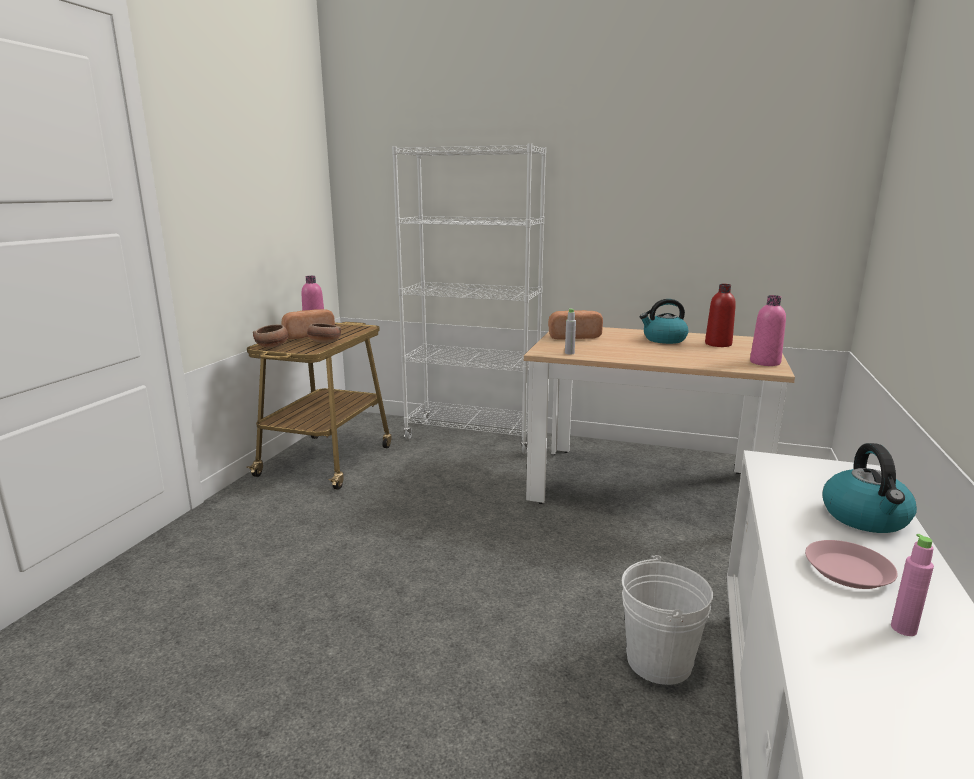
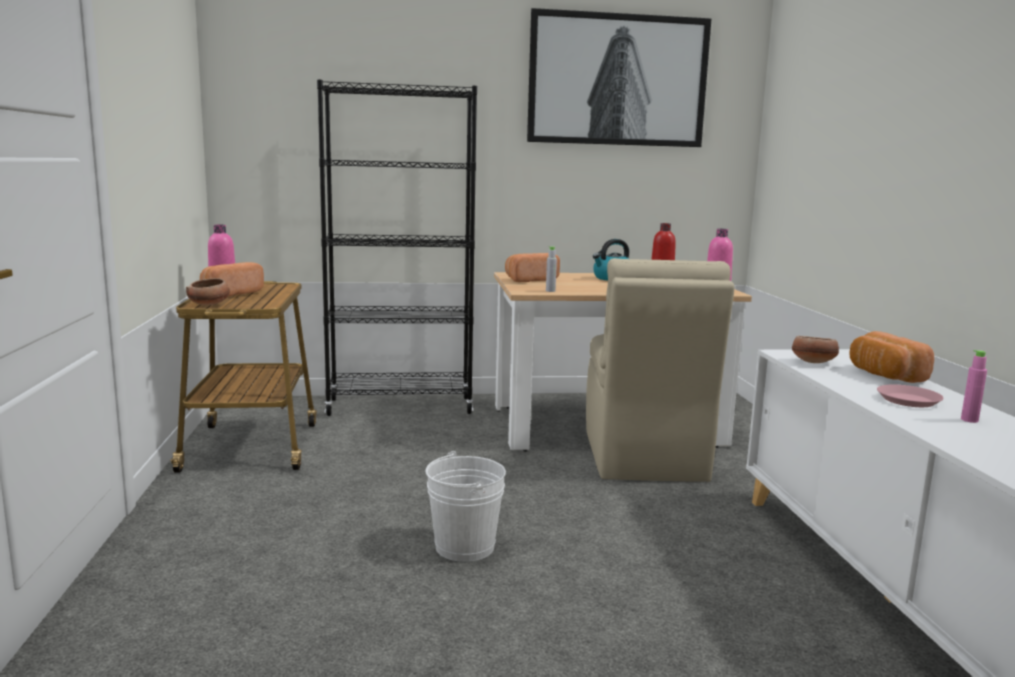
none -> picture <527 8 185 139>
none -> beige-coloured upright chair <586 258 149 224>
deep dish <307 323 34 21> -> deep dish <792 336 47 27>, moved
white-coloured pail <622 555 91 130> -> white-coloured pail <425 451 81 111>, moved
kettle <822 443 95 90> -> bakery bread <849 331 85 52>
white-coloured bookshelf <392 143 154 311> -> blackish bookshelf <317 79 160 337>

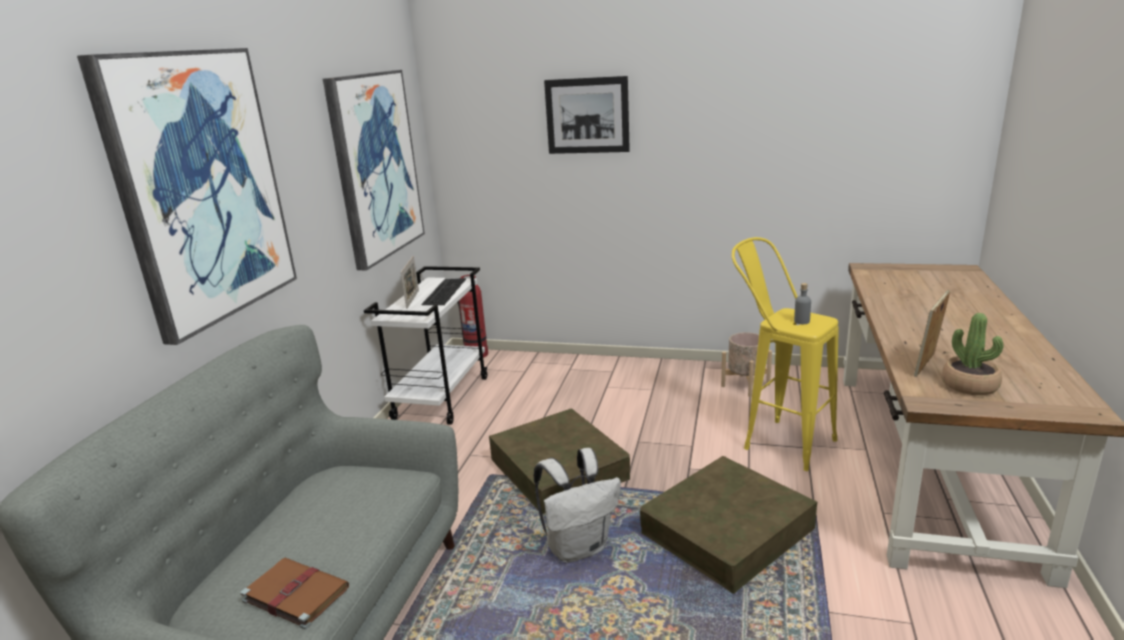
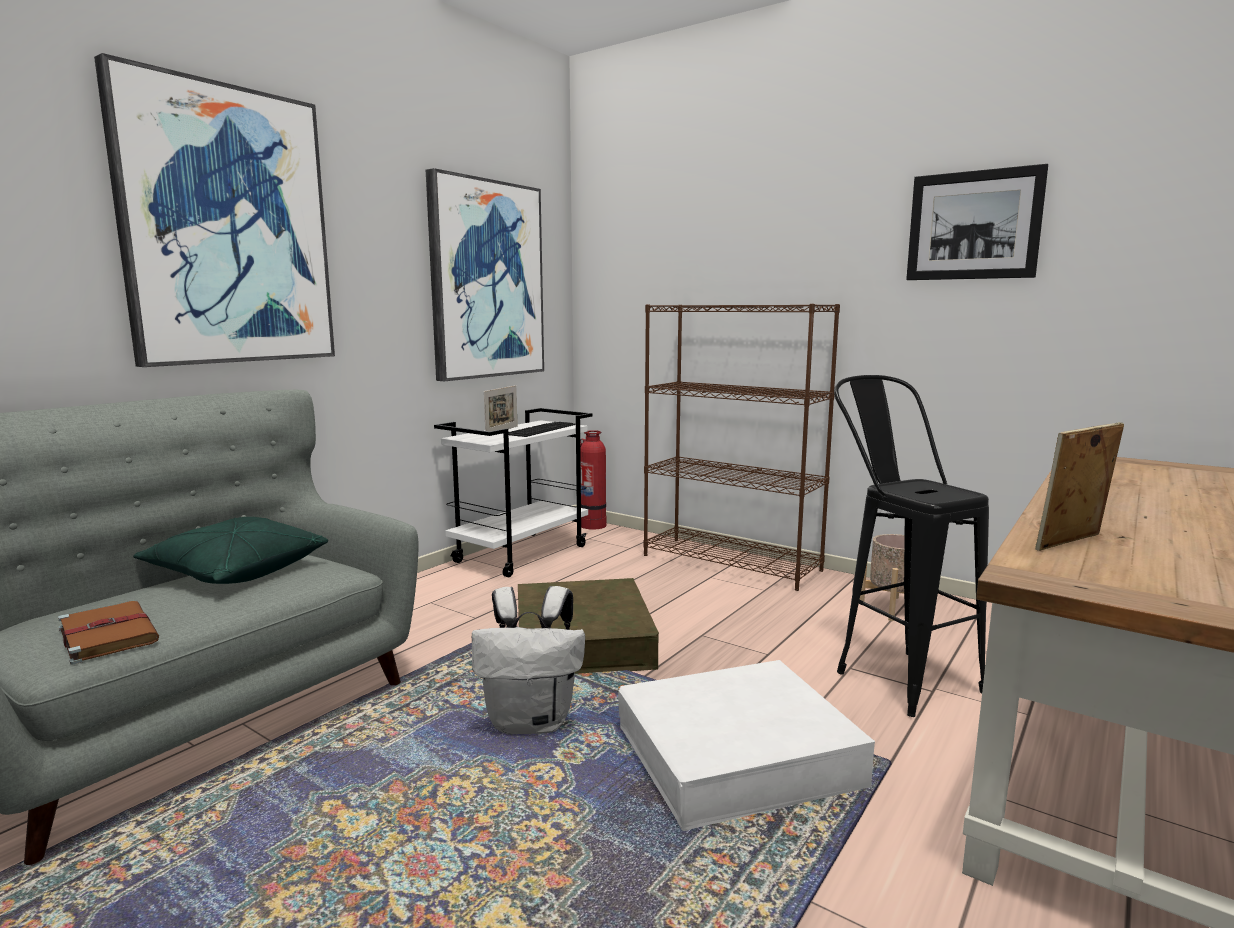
greyish bottle <794 283 17 41> -> none
houseplant <942 313 62 82> -> none
none -> green-coloured throw pillow <133 517 195 67>
none -> brown bookshelf <643 304 197 287>
picture <544 76 86 78> -> picture <906 164 142 116>, moved
brown storage bin <640 456 177 138> -> white-coloured storage bin <618 660 257 171>
yellow stool seat <732 237 107 234> -> blackish stool seat <834 375 155 342>

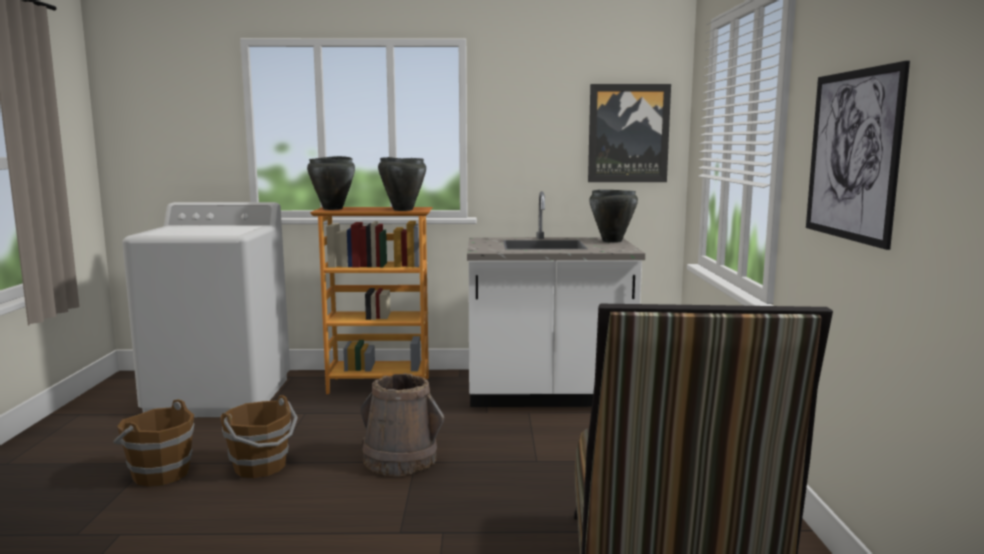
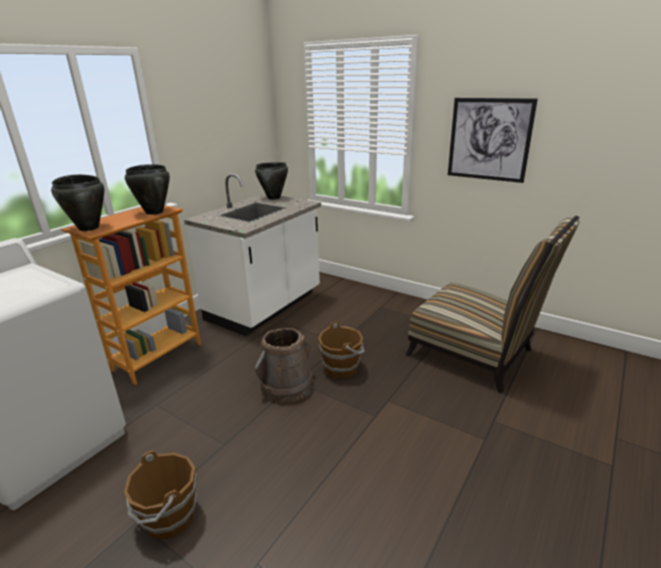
picture <588 84 83 98> -> none
brown pail <221 395 77 83> -> brown pail <318 322 47 56>, moved

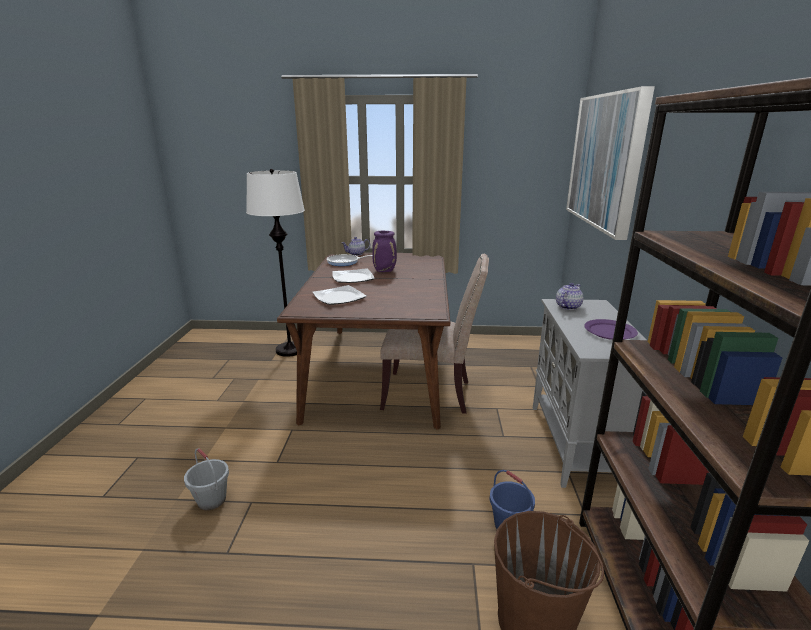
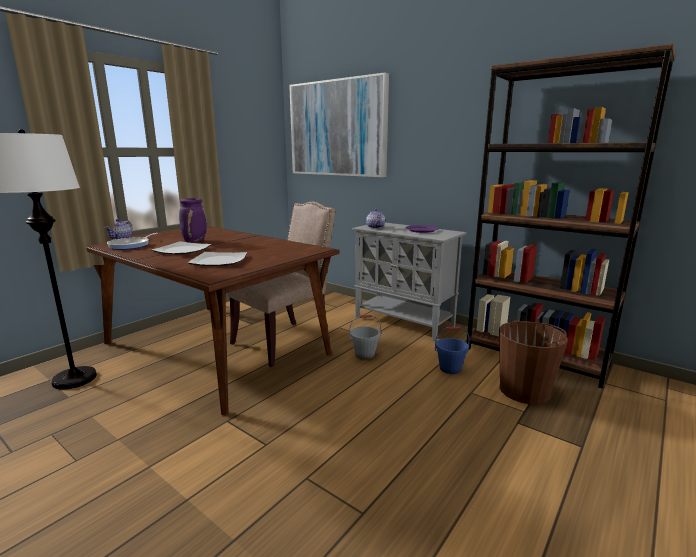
greyish pail <184 448 45 62> -> greyish pail <349 315 32 45>, moved

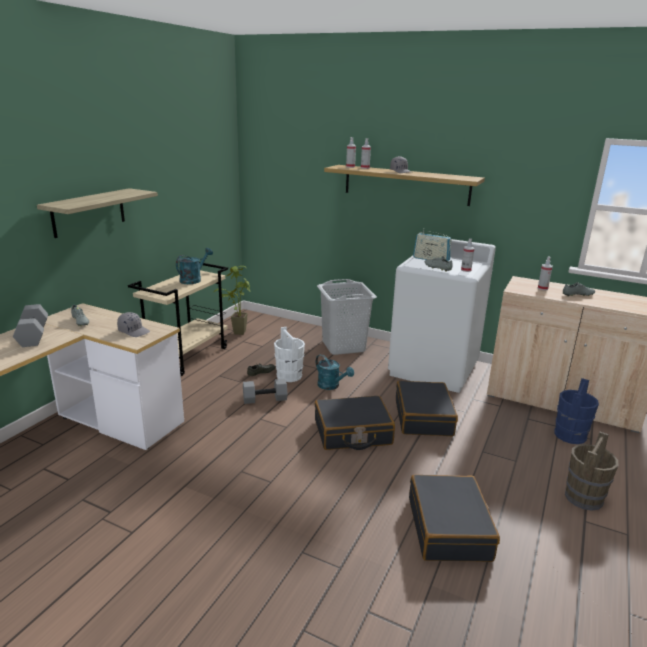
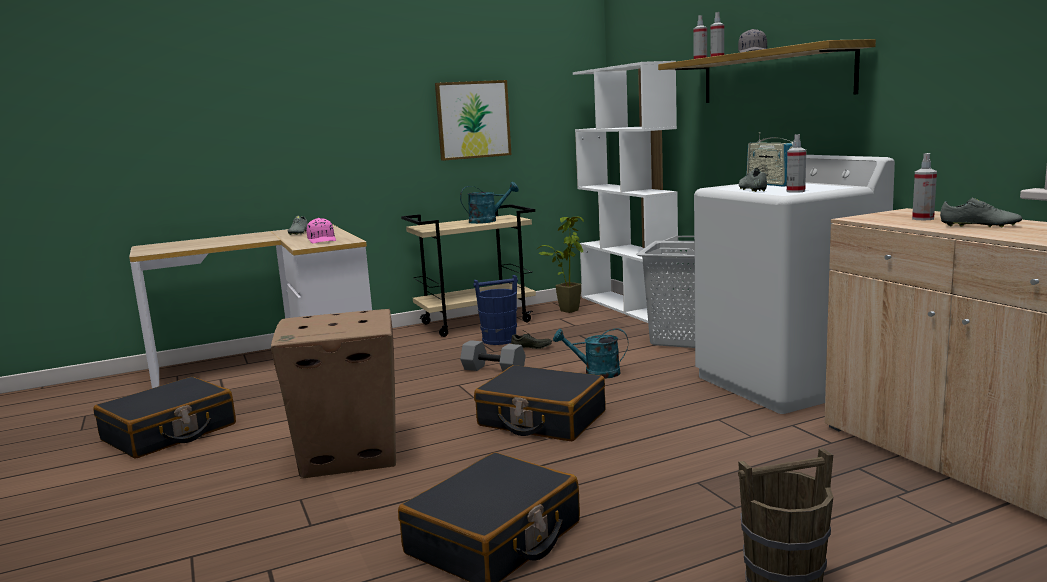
greyish free weight <13 304 35 43> -> none
wall shelf <37 188 121 50> -> none
white-coloured pail <274 327 31 55> -> none
none -> carton <271 309 125 170>
none -> picture <435 80 77 81>
none -> white-coloured bookshelf <573 61 105 262>
blackish piece of luggage <396 381 62 55> -> blackish piece of luggage <93 377 143 82>, moved
bluish pail <554 378 45 66> -> bluish pail <473 275 45 70>, moved
greyish baseball cap <117 312 33 25> -> pink baseball cap <306 218 30 26>
turquoise watering can <316 354 38 36> -> turquoise watering can <553 328 75 51>, 105 degrees clockwise

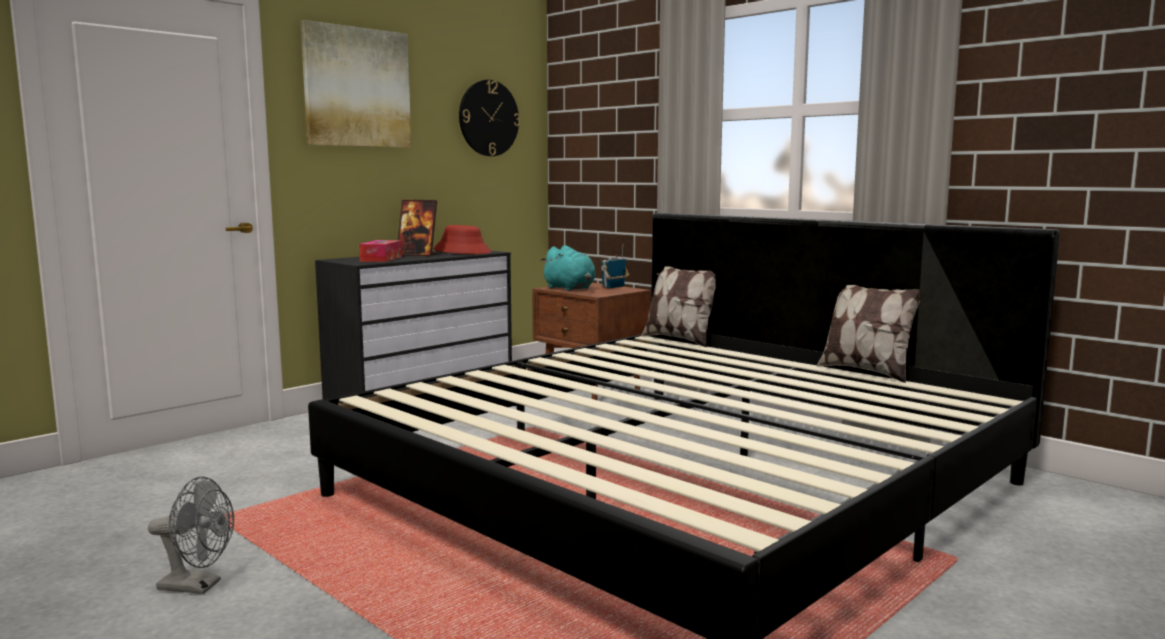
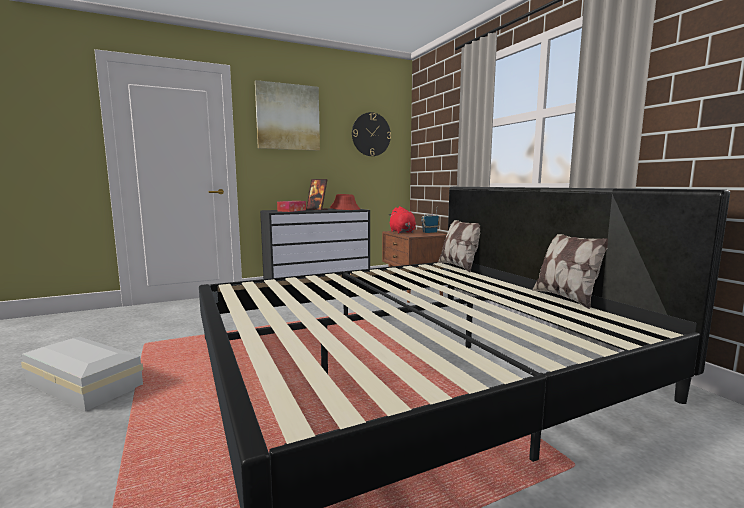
greyish cooling fan <148 476 86 118> -> white-coloured storage bin <21 337 122 74>
turquoise cuddly toy <541 245 55 46> -> red cuddly toy <389 206 27 27>

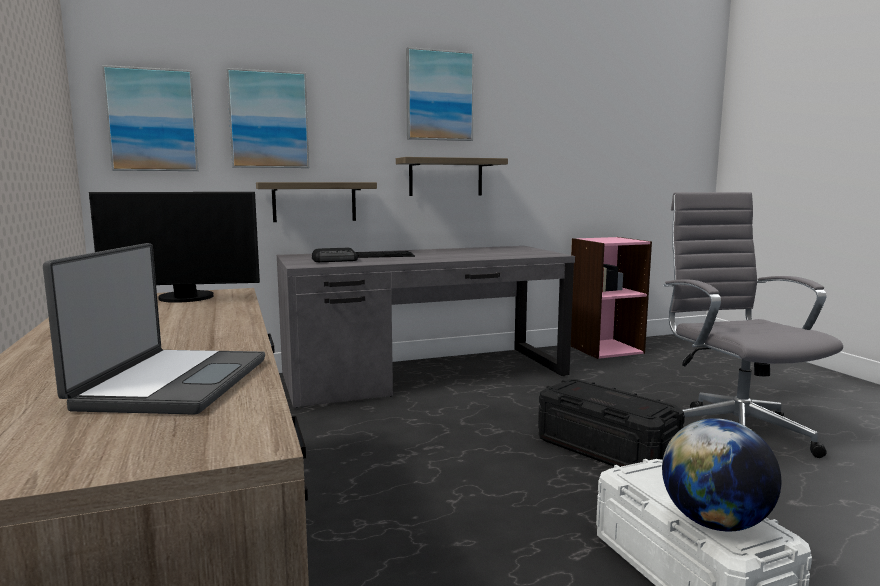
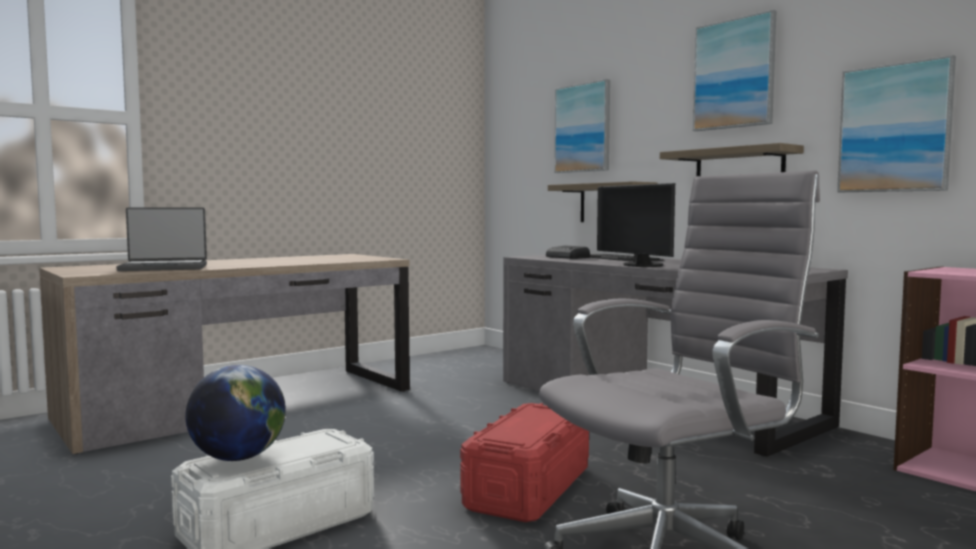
computer screen <89 192 171 111> -> computer screen <597 183 78 84>, moved
picture <102 65 97 106> -> picture <837 55 119 137>, moved
blackish storage bin <538 379 147 88> -> red storage bin <460 403 129 119>

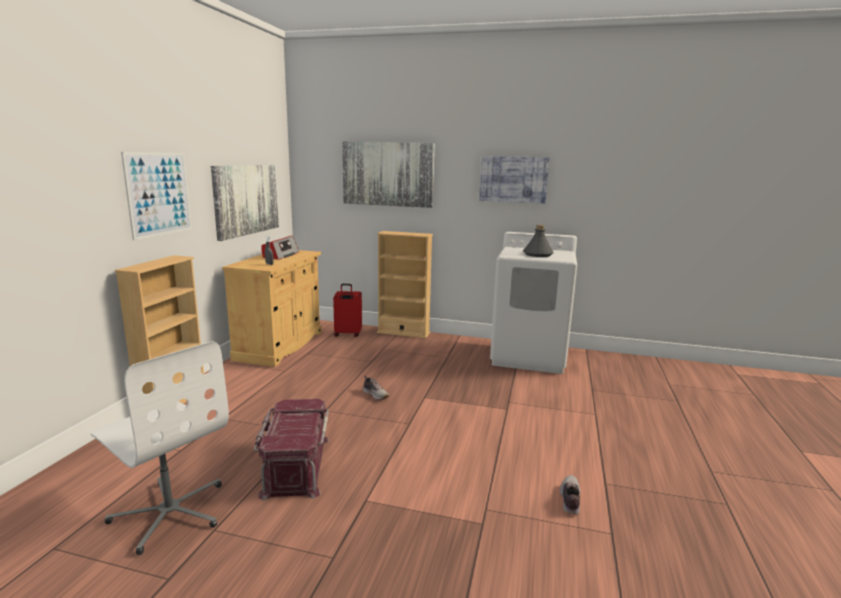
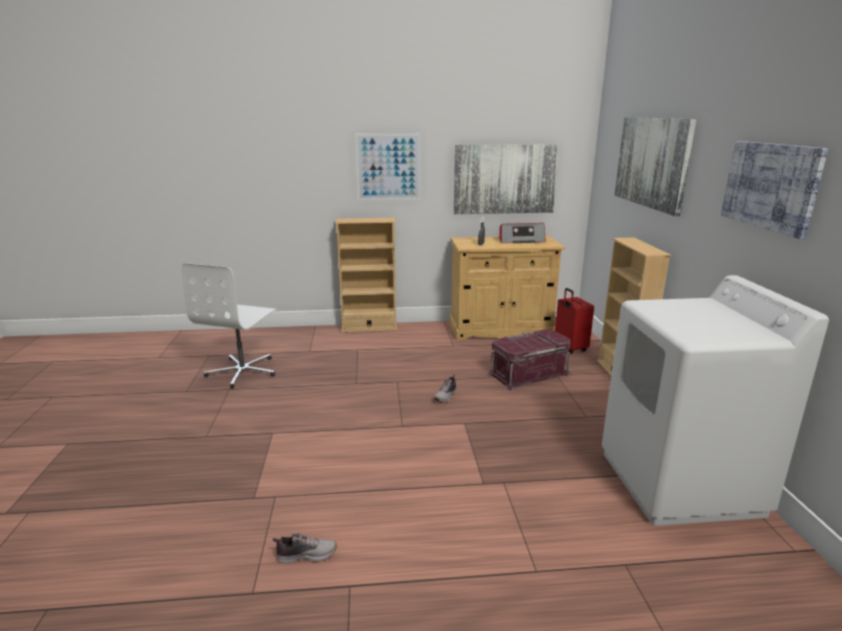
greyish bottle <523 225 31 32> -> none
red storage bin <254 399 75 102> -> red storage bin <487 329 84 62>, moved

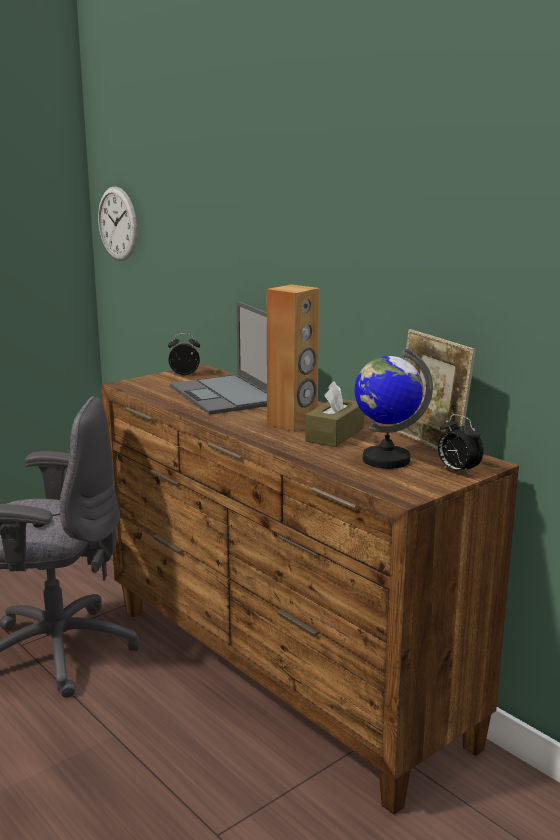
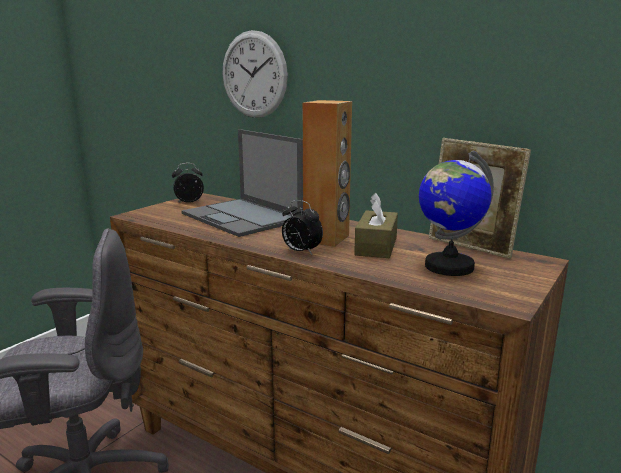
clock on the wall <98 186 39 75> -> clock on the wall <222 30 66 88>, moved
table clock <438 414 46 61> -> table clock <282 200 41 55>, moved

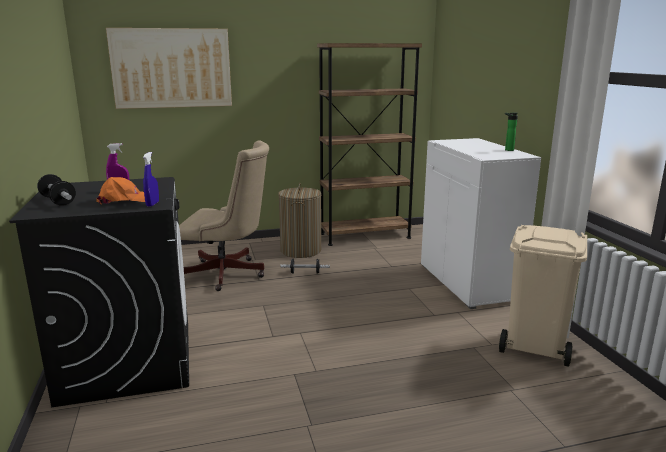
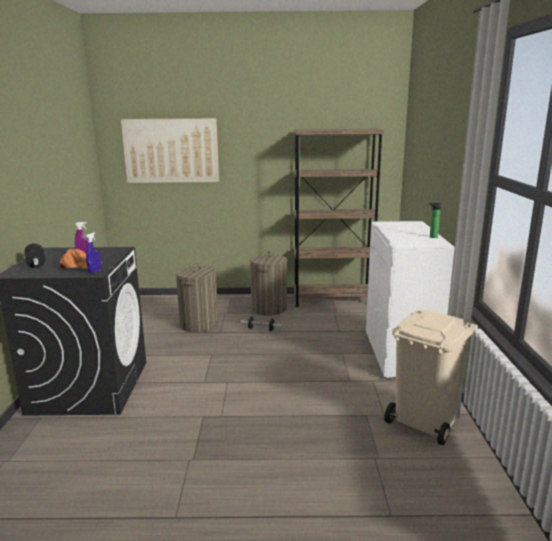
beige-coloured office chair <179 140 90 151> -> laundry basket <176 262 42 70>

